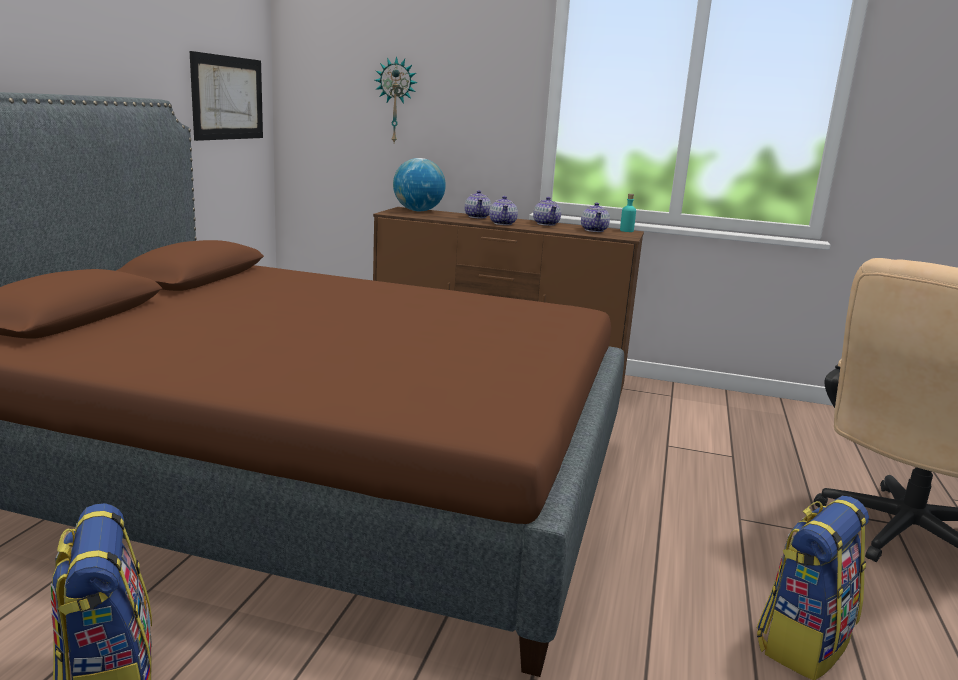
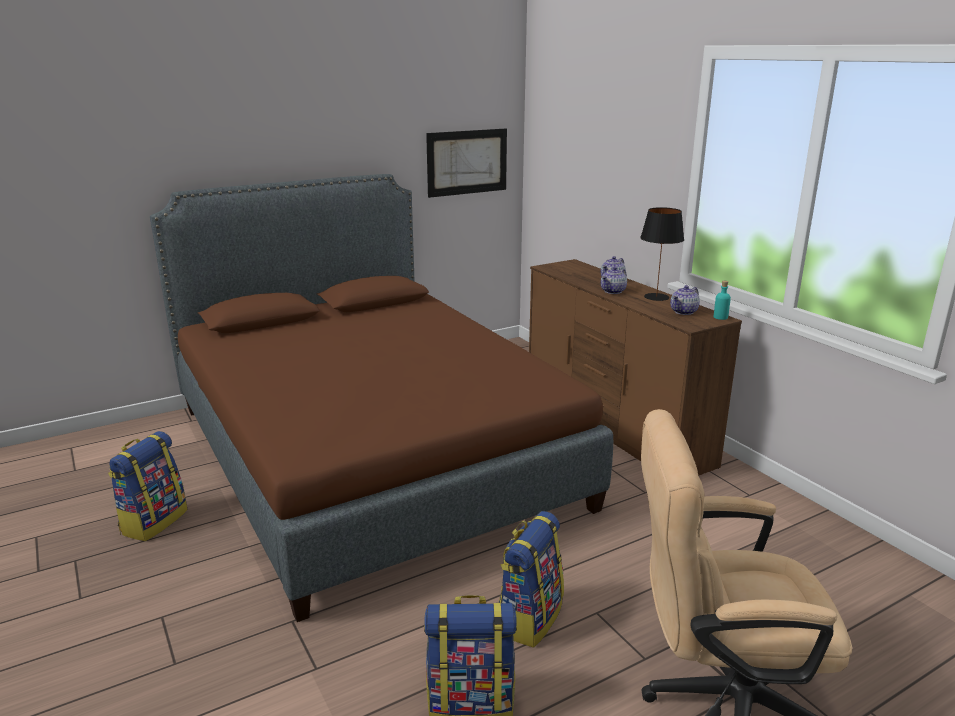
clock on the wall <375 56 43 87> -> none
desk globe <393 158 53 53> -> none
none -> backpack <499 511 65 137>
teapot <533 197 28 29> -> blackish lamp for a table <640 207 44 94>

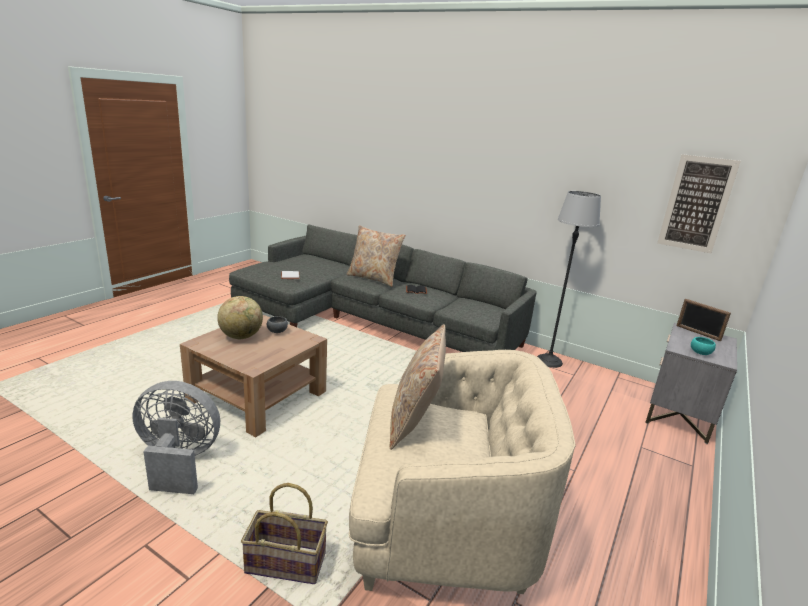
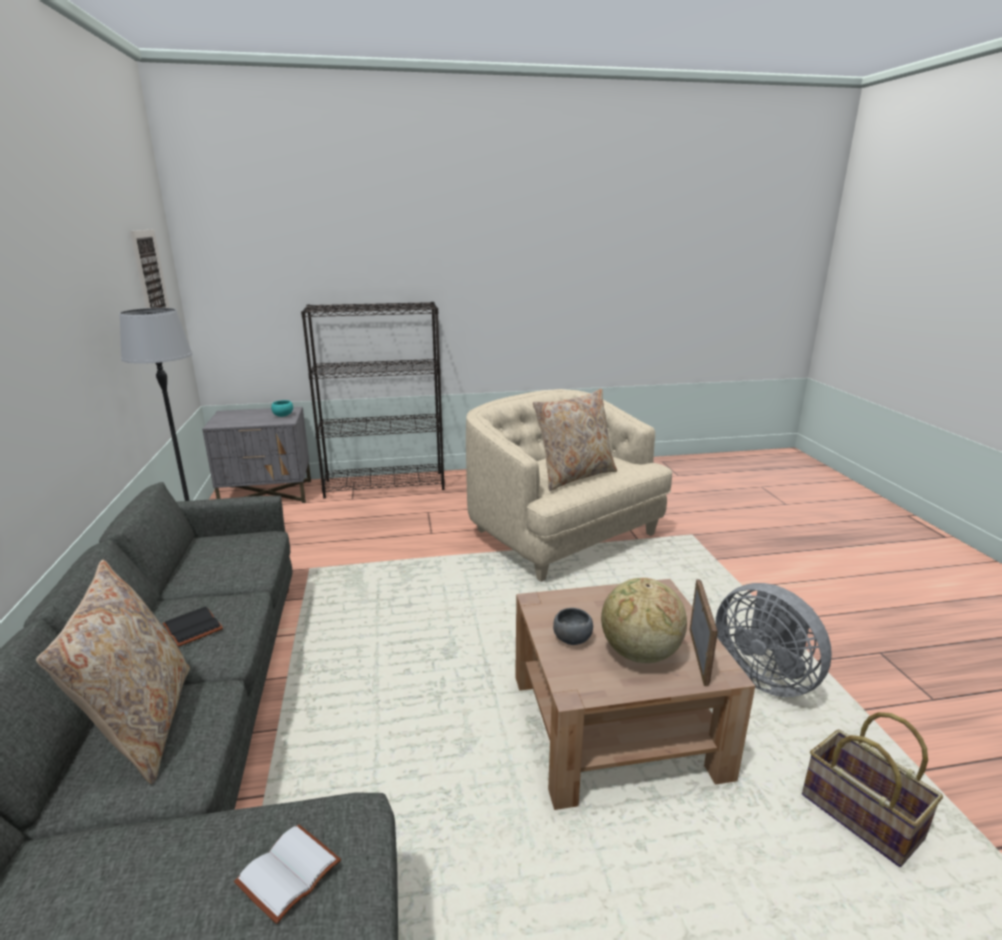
none -> blackish bookshelf <301 302 144 197>
household basket <241 483 87 101> -> household basket <802 712 141 155>, moved
standing frame <676 299 55 42> -> standing frame <690 579 28 107>, moved

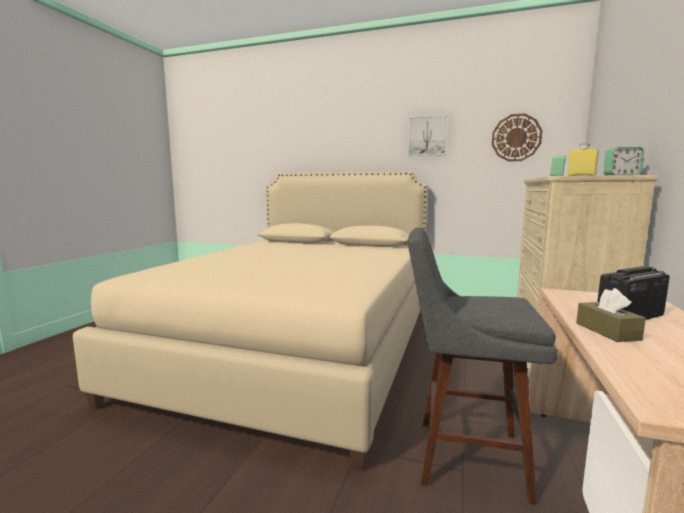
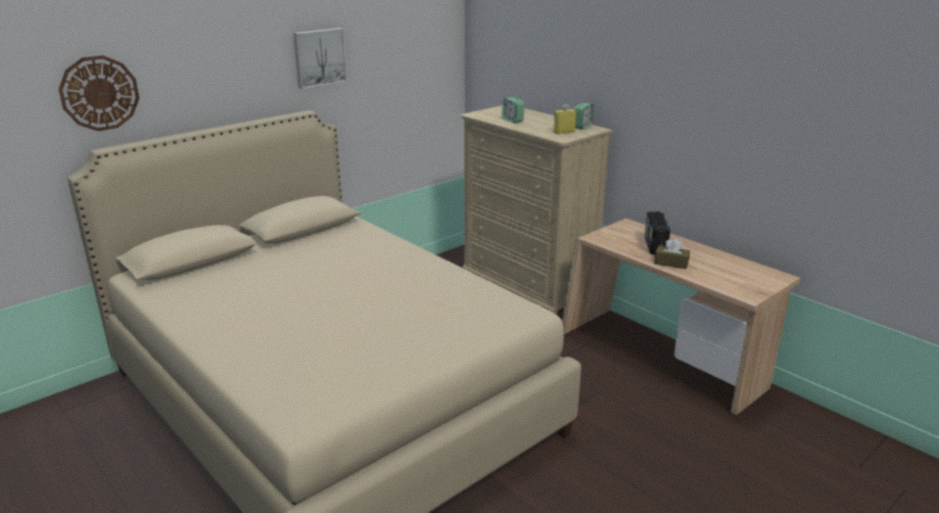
greyish stool seat <408 227 149 278> -> none
clock on the wall <492 114 51 48> -> clock on the wall <59 55 80 76>, moved

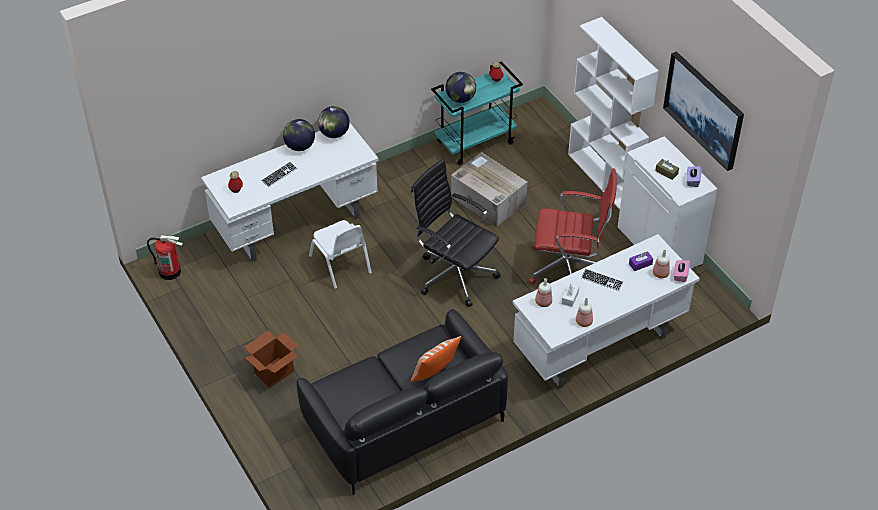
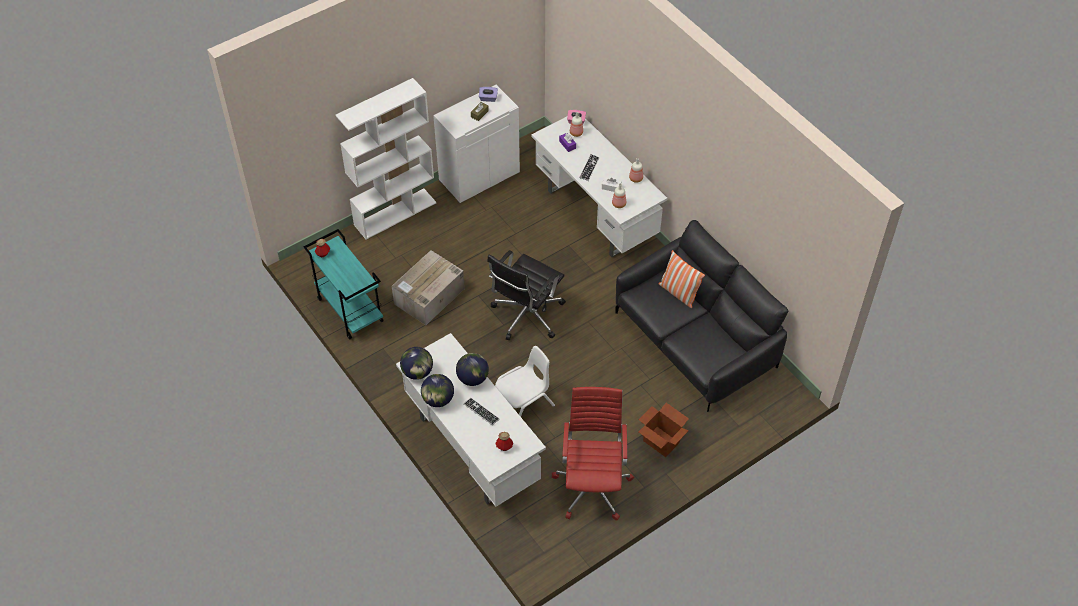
fire-fighting cylinder <147 235 36 45> -> none
picture <663 51 81 120> -> none
desk globe <446 72 30 31> -> desk globe <456 353 33 33>, moved
red office chair <529 168 88 117> -> red office chair <552 387 82 133>, moved

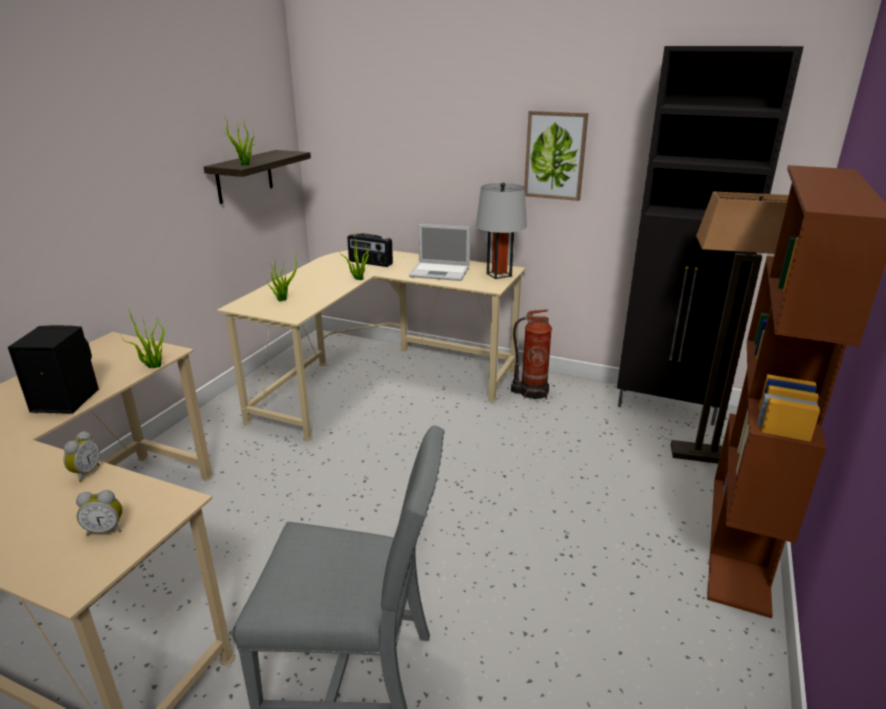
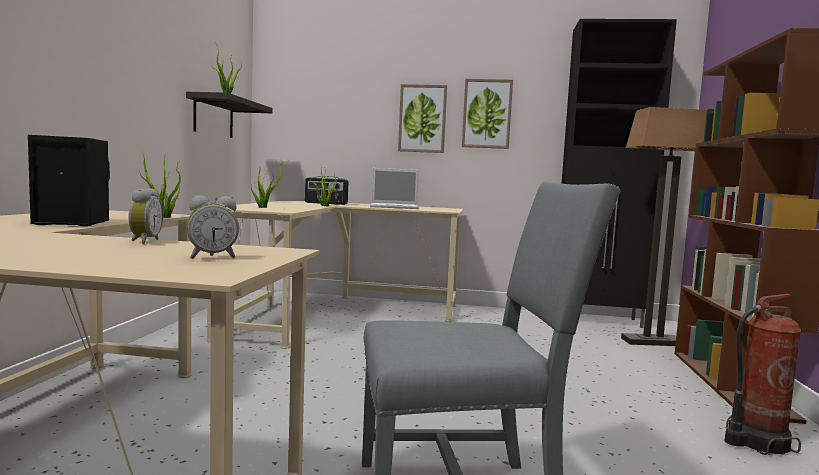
greyish lamp for a table <476 182 51 97> -> none
none -> picture <398 84 49 69>
fire-fighting cylinder <511 310 41 89> -> fire-fighting cylinder <725 294 76 161>, moved

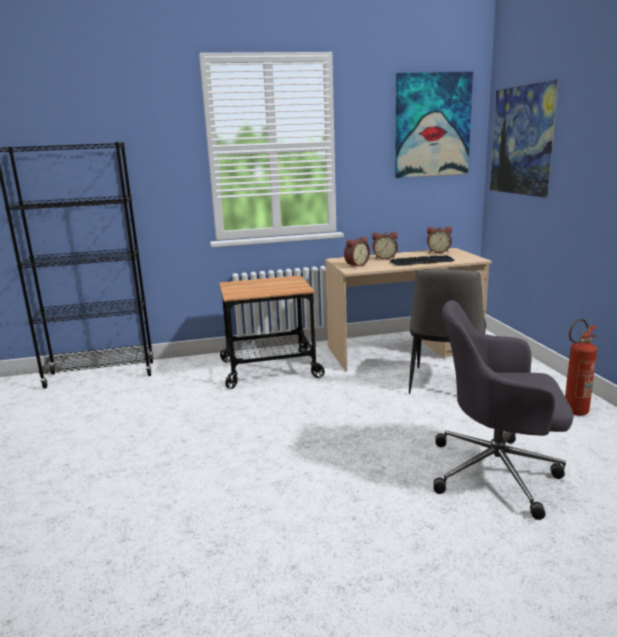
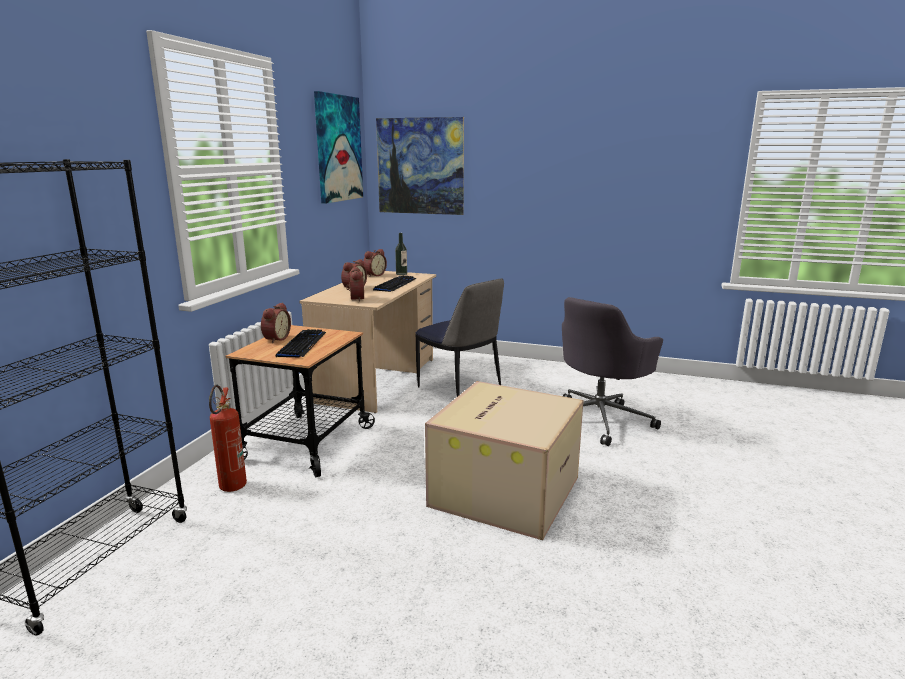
none -> table clock <261 302 30 41>
none -> PC keyboard <276 329 50 28>
none -> bottle <395 233 12 42>
none -> carton <425 381 158 159>
fire-fighting cylinder <565 319 32 96> -> fire-fighting cylinder <209 385 38 107>, moved

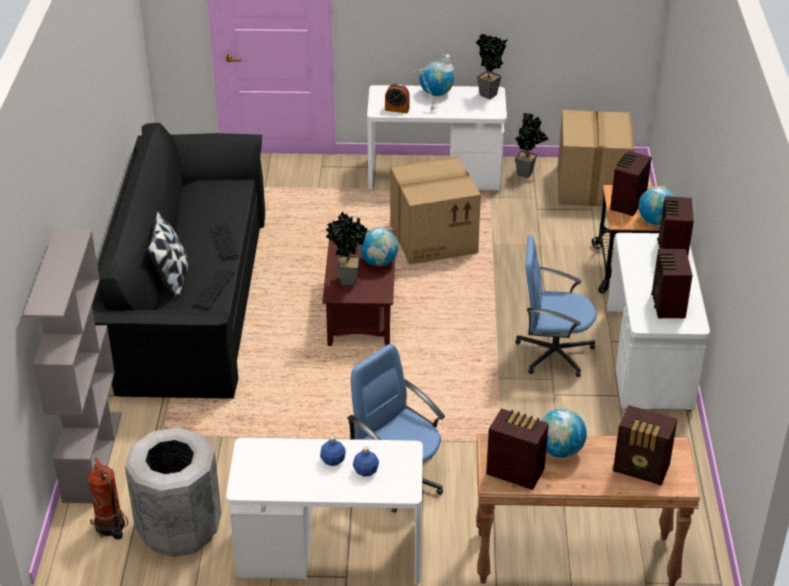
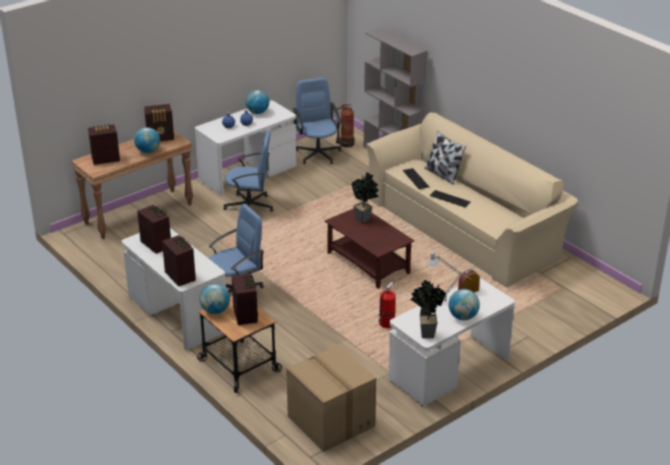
houseplant <515 113 33 65> -> none
desk globe <360 227 38 39> -> desk globe <246 90 23 24>, moved
greyish rubbish bin <125 427 96 130> -> bluish office chair <293 78 49 86>
carton <390 156 91 109> -> fire-fighting cylinder <378 282 18 46>
blackish sofa <92 123 173 276> -> beige-coloured sofa <366 112 212 175>

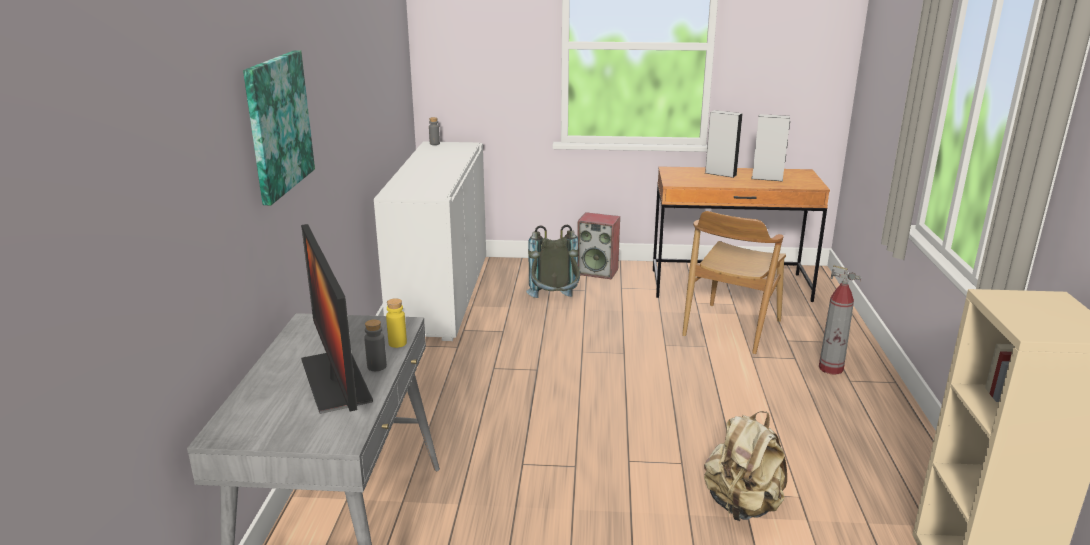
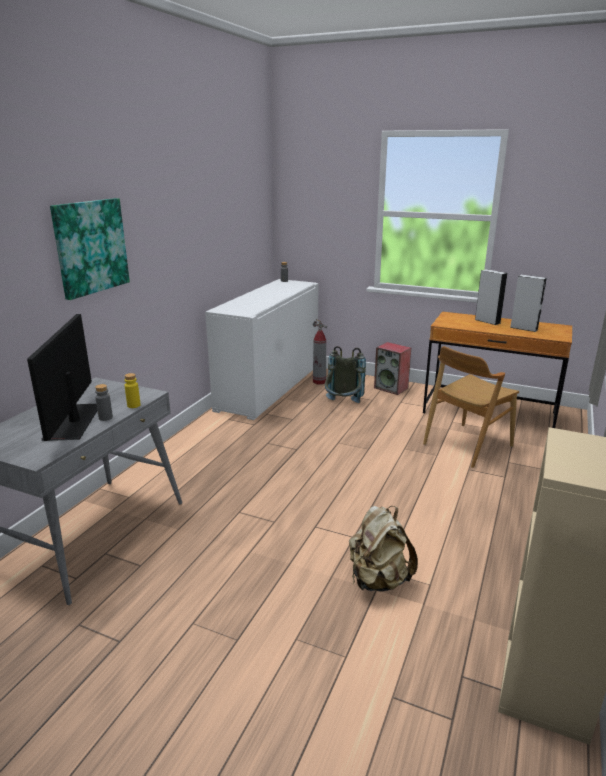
fire-fighting cylinder <819 265 42 110> -> fire-fighting cylinder <313 319 14 66>, moved

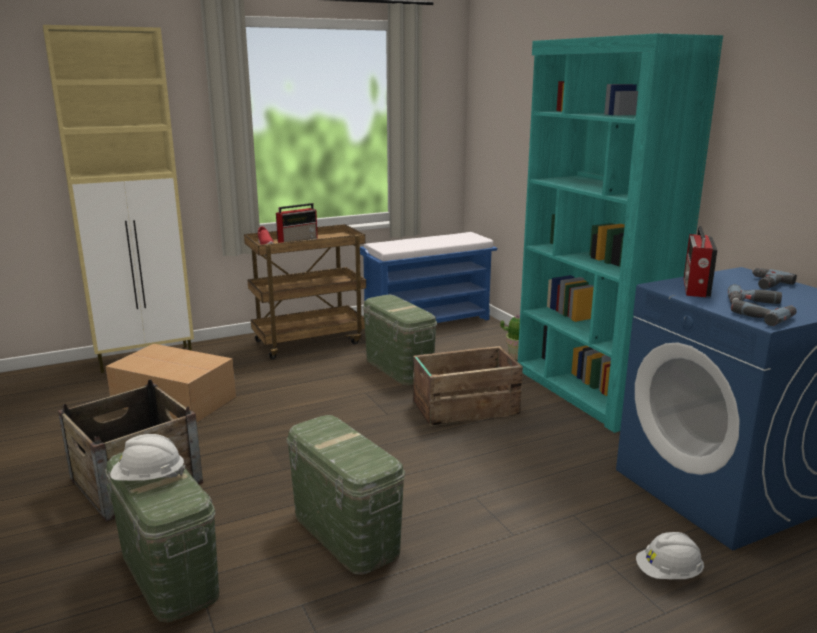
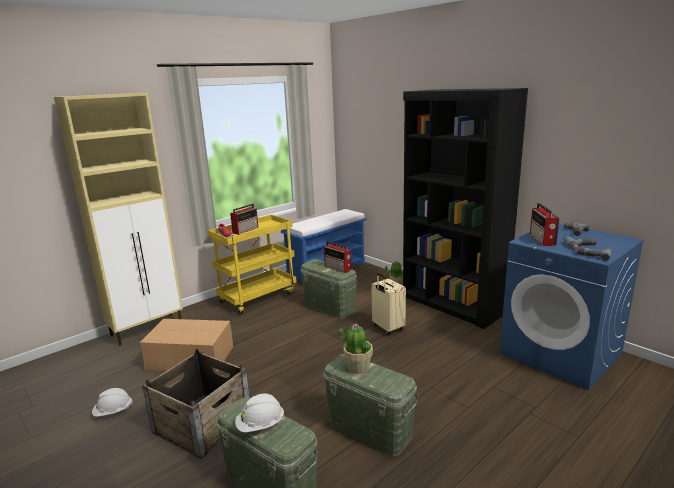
none -> radio set <324 241 28 32>
none -> houseplant <338 324 35 50>
white-coloured work helmet <636 532 68 47> -> white-coloured work helmet <92 388 41 29>, moved
packing crate <413 346 110 80> -> beige-coloured piece of luggage <371 273 35 62>
brown wheeled cart <244 224 122 135> -> yellow wheeled cart <208 214 89 101>
turquoise bookshelf <518 33 205 400> -> blackish bookshelf <403 88 125 241>

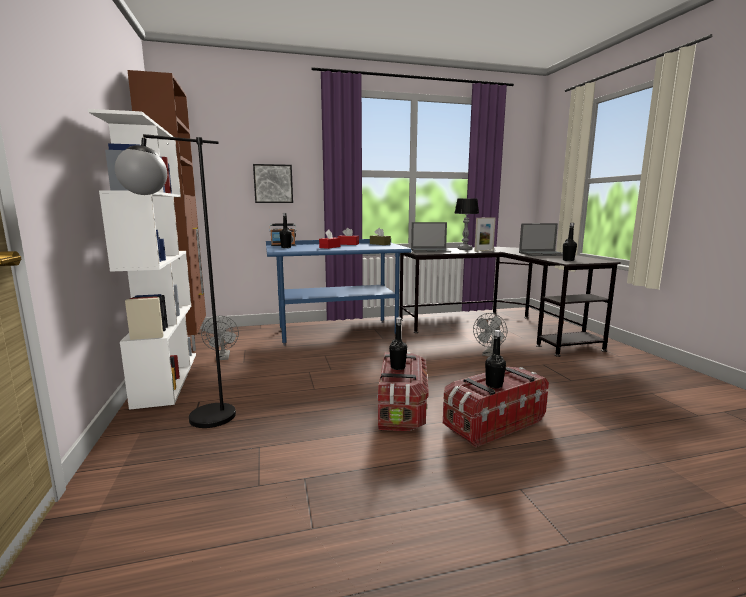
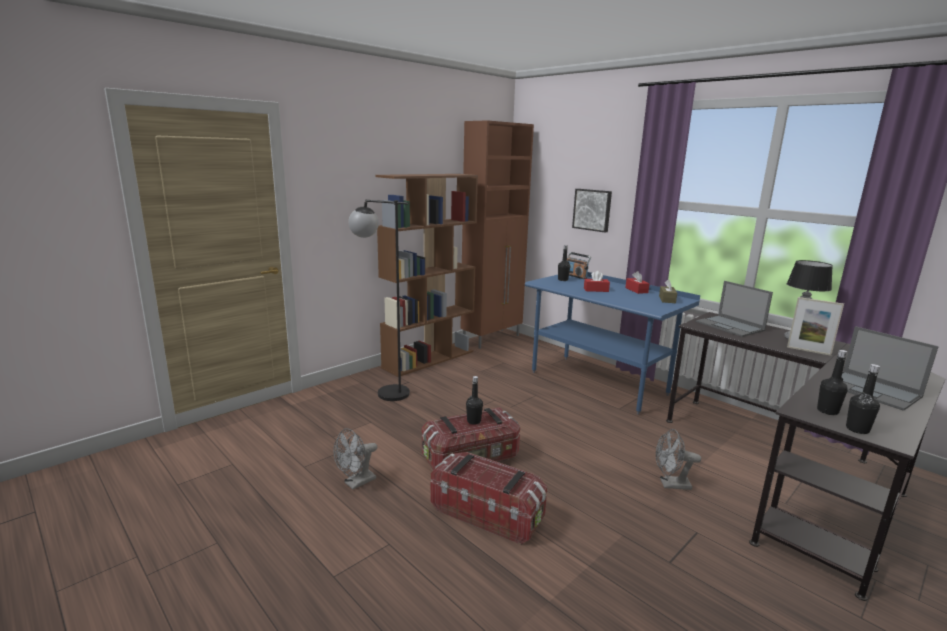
greyish cooling fan <201 316 38 44> -> greyish cooling fan <334 428 43 61>, moved
blackish bottle <485 330 21 59> -> blackish bottle <846 364 34 70>, moved
white-coloured bookshelf <88 109 108 301> -> brown bookshelf <375 174 103 203>

